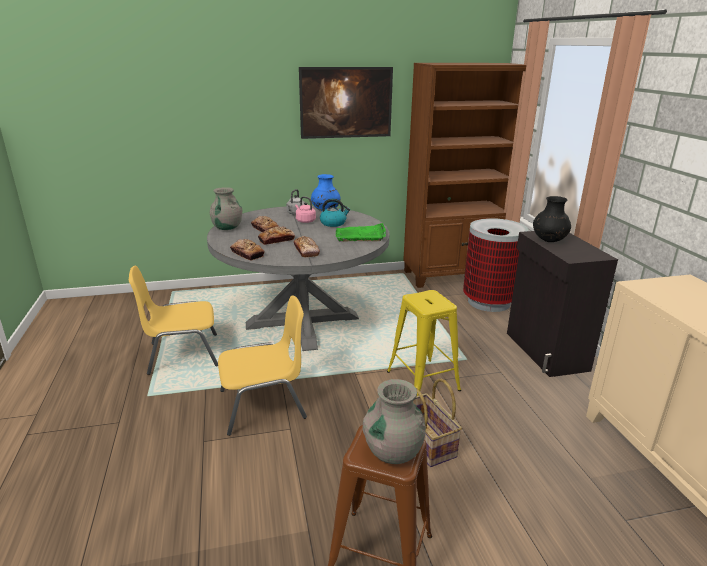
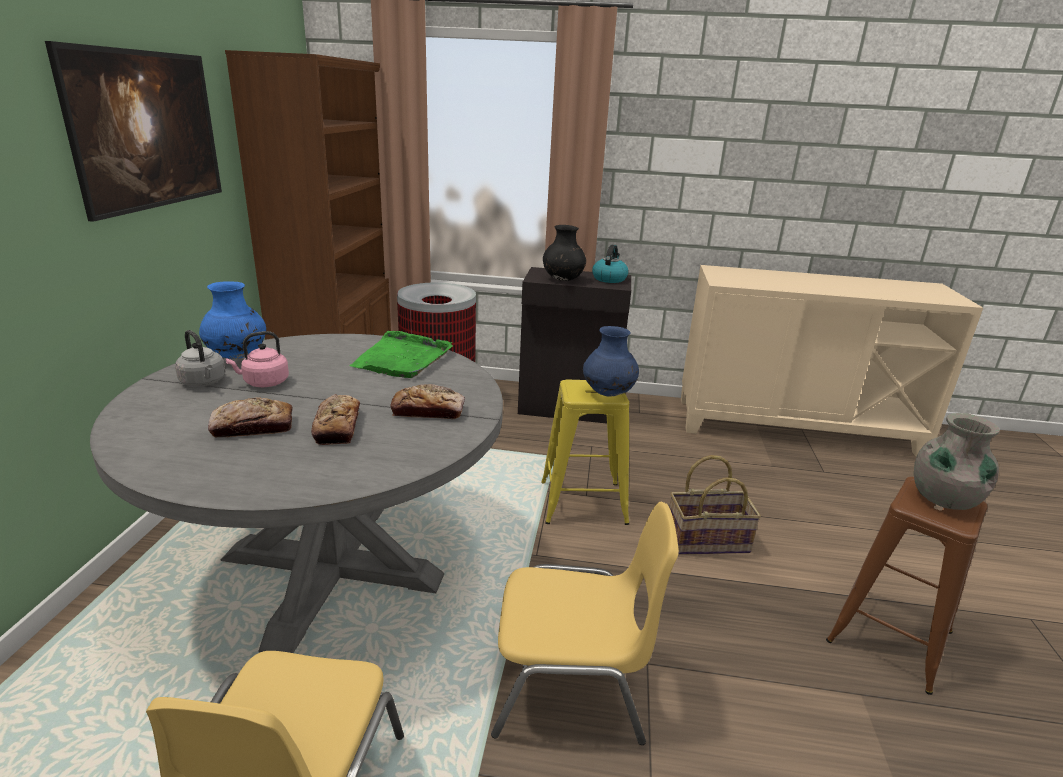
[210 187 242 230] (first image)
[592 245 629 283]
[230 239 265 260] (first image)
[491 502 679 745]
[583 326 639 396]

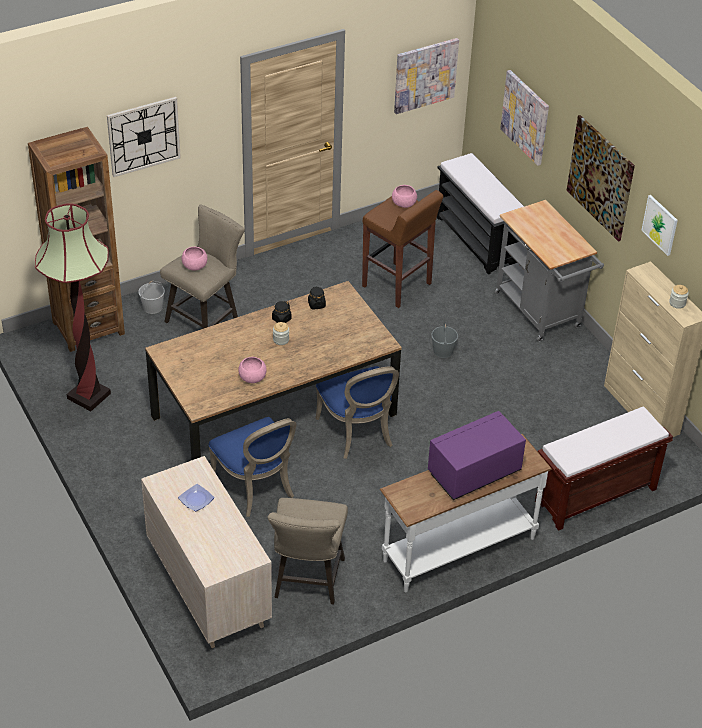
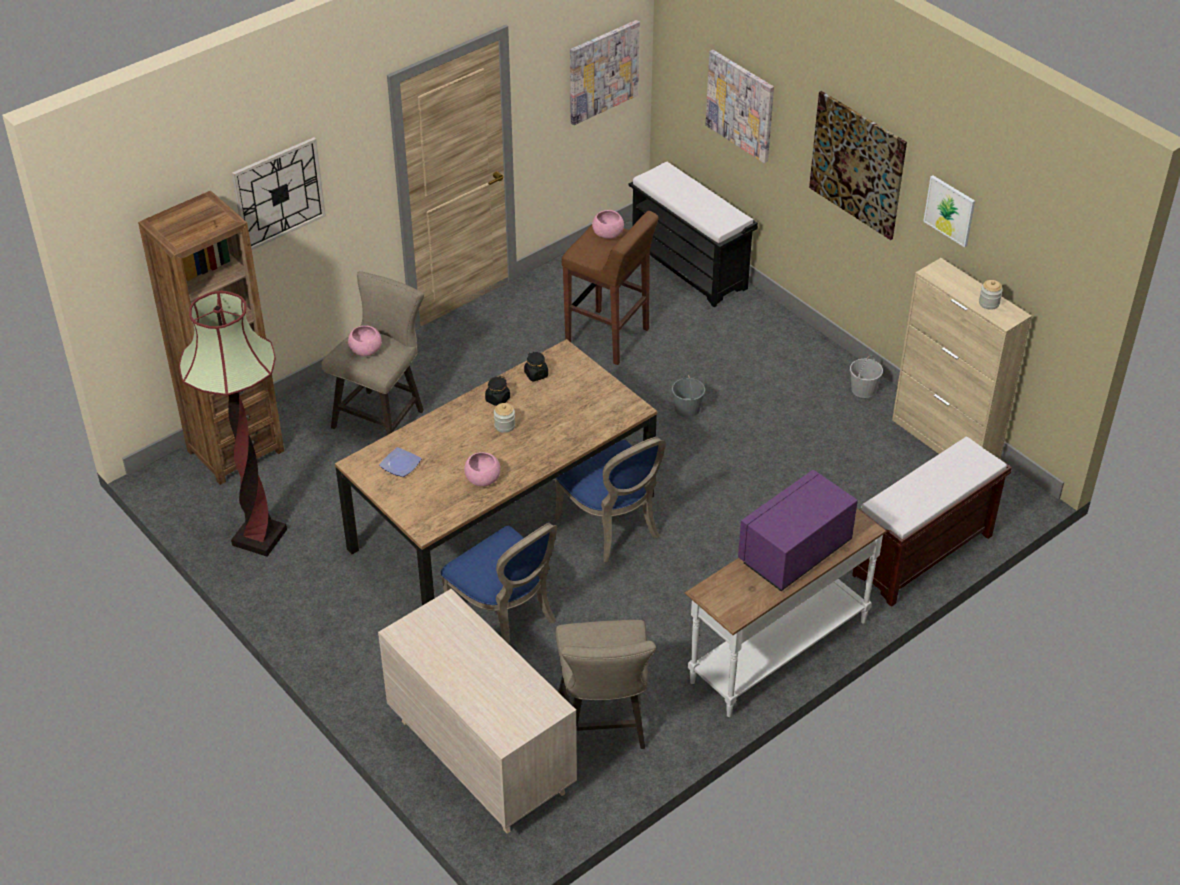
[494 200 604 342] (first image)
[850 356 883 398]
[379 447 421 477]

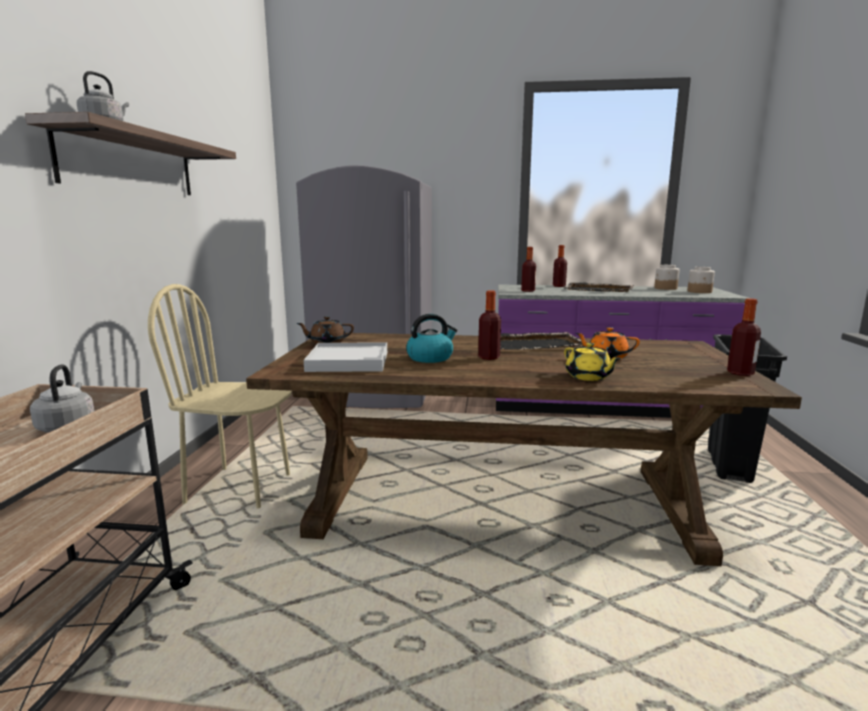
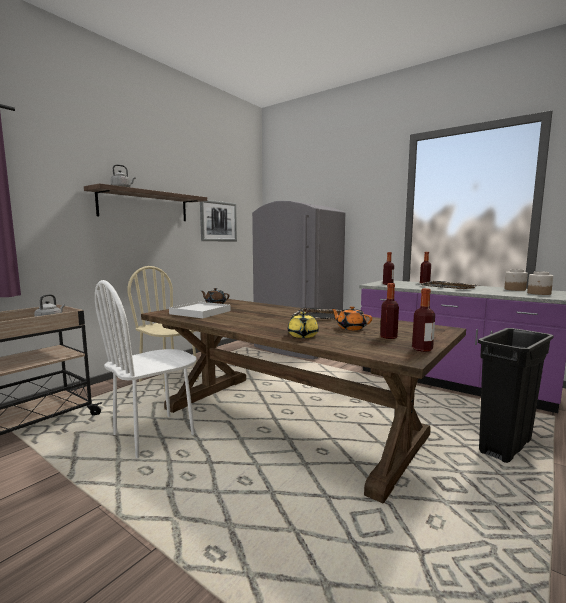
[380 283 399 339]
[406 314 458 363] (first image)
[200 200 237 241]
[95 280 196 458]

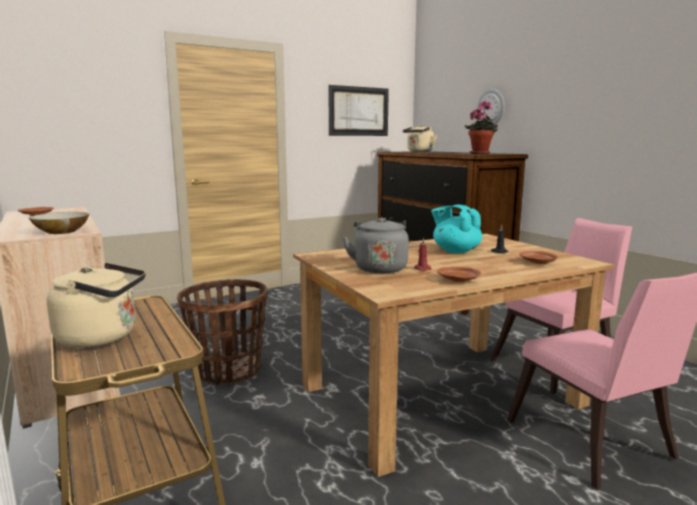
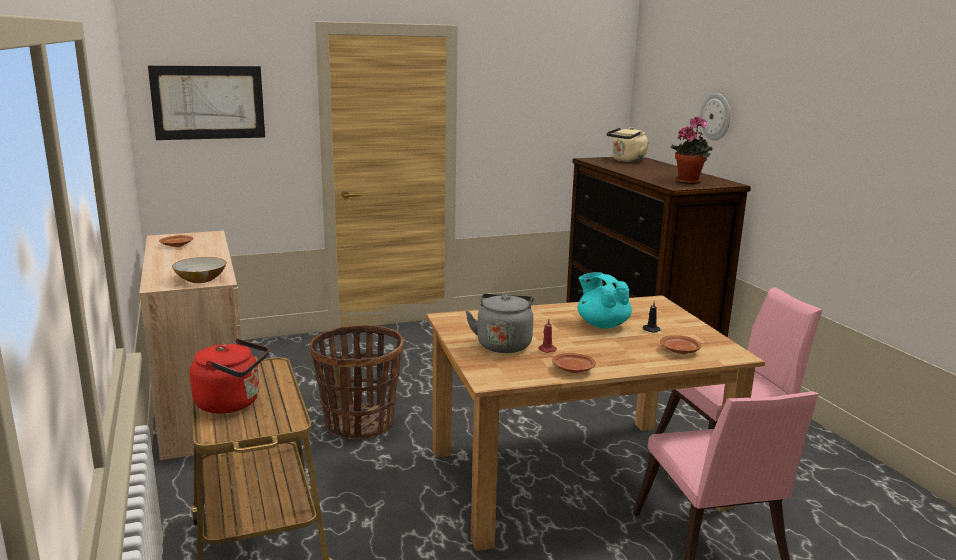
[148 66 265 140]
[190 339 269 413]

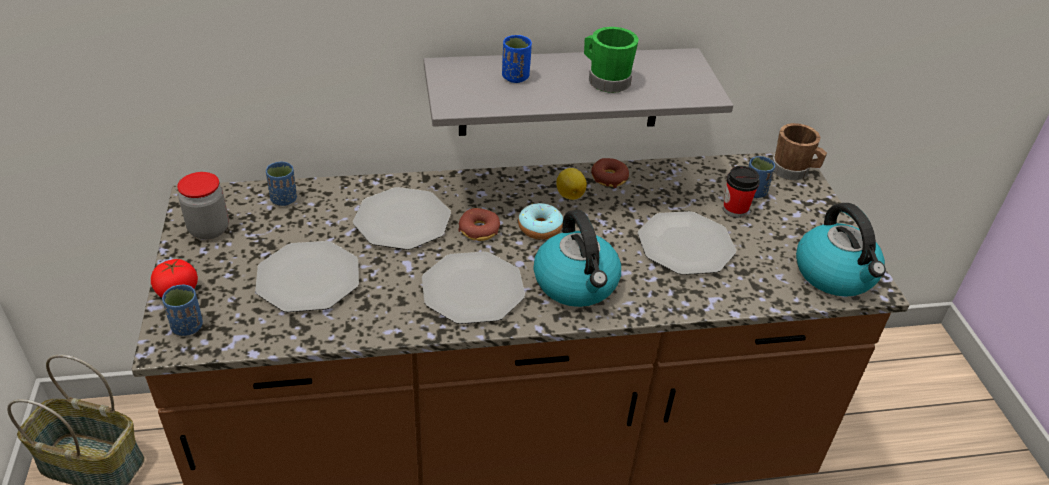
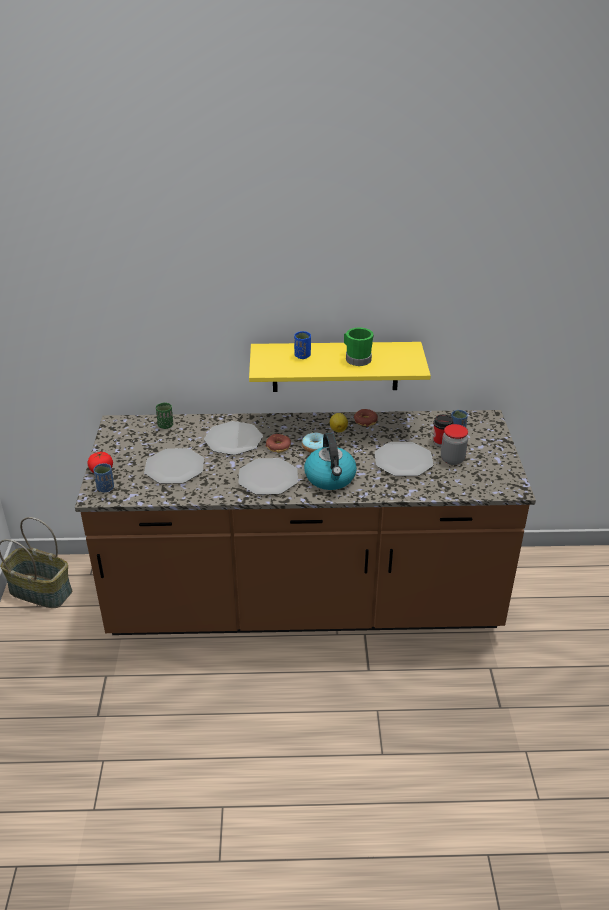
[249 342 431 392]
[772 123 827 180] (first image)
[156 403 173 429]
[441 424 468 465]
[796 203 886 297] (first image)

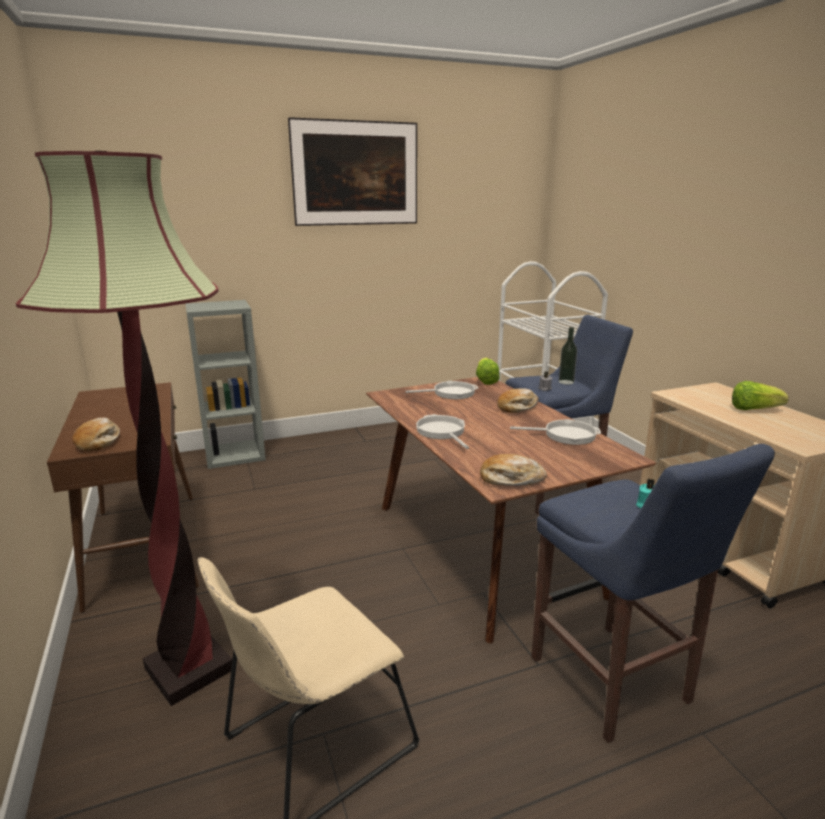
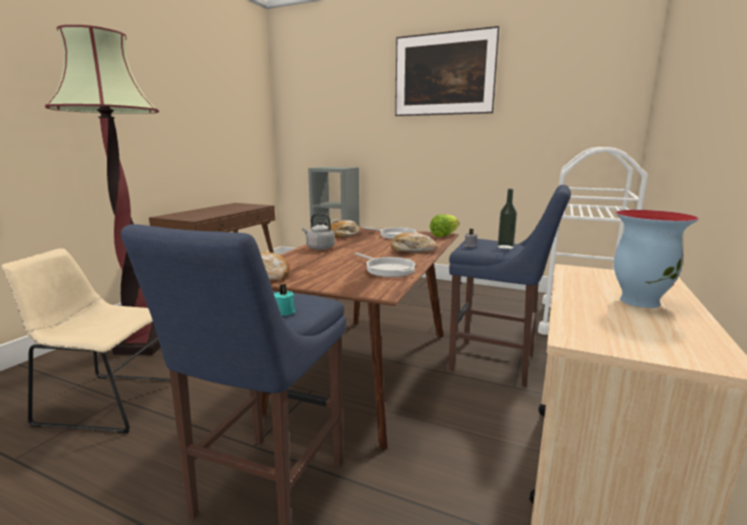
[614 210 699 308]
[302 213 335 250]
[331 220 360 238]

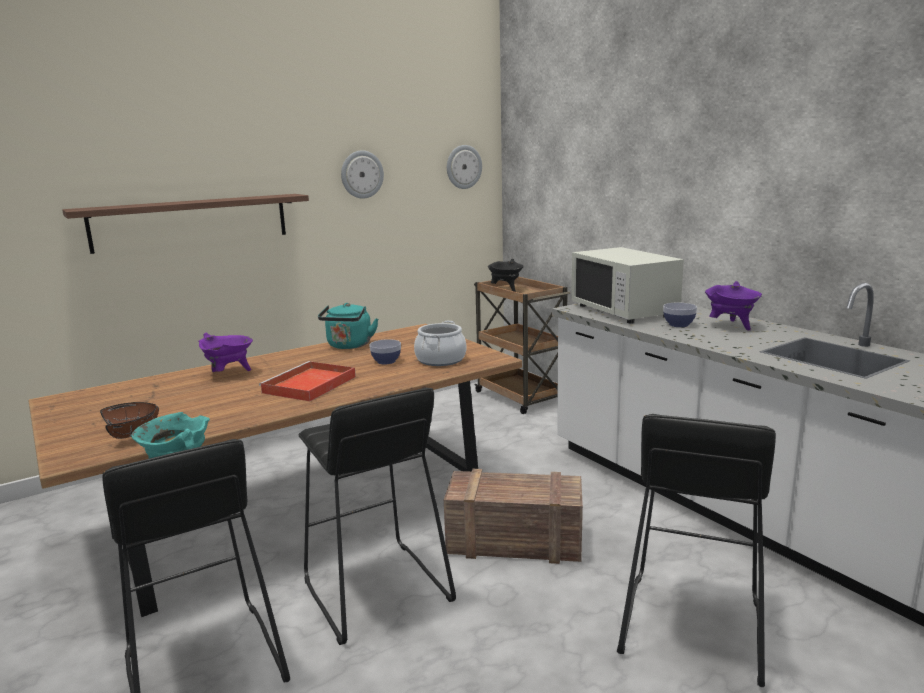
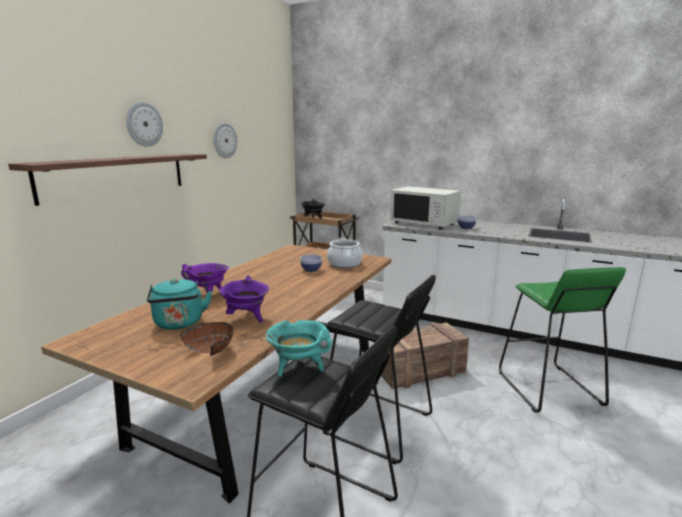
[126 102 163 147]
[219 275 269 322]
[147 279 212 330]
[259 361 356 401] (first image)
[499 267 626 412]

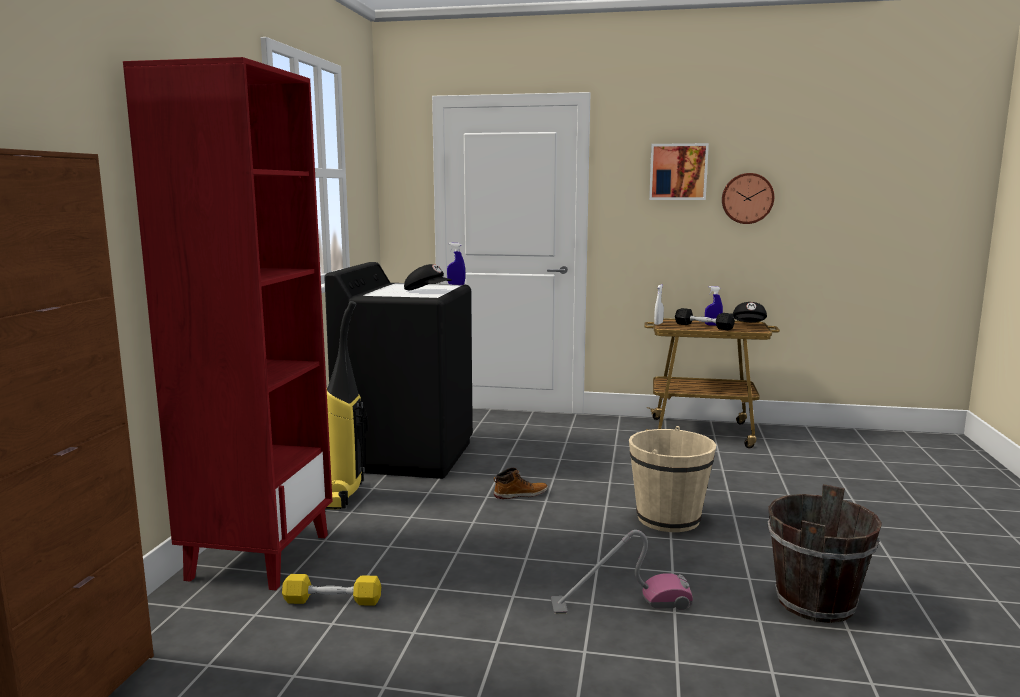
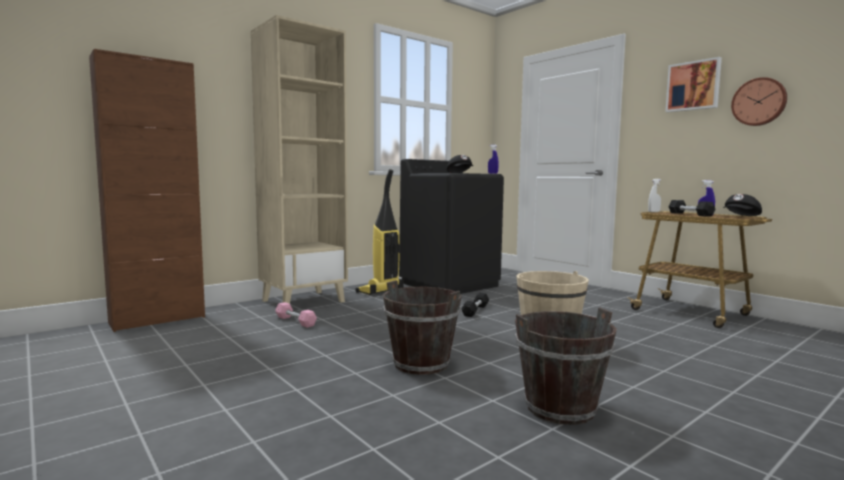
[251 15 348 304]
[461 293 489 317]
[383 280 462 375]
[275 302 317 328]

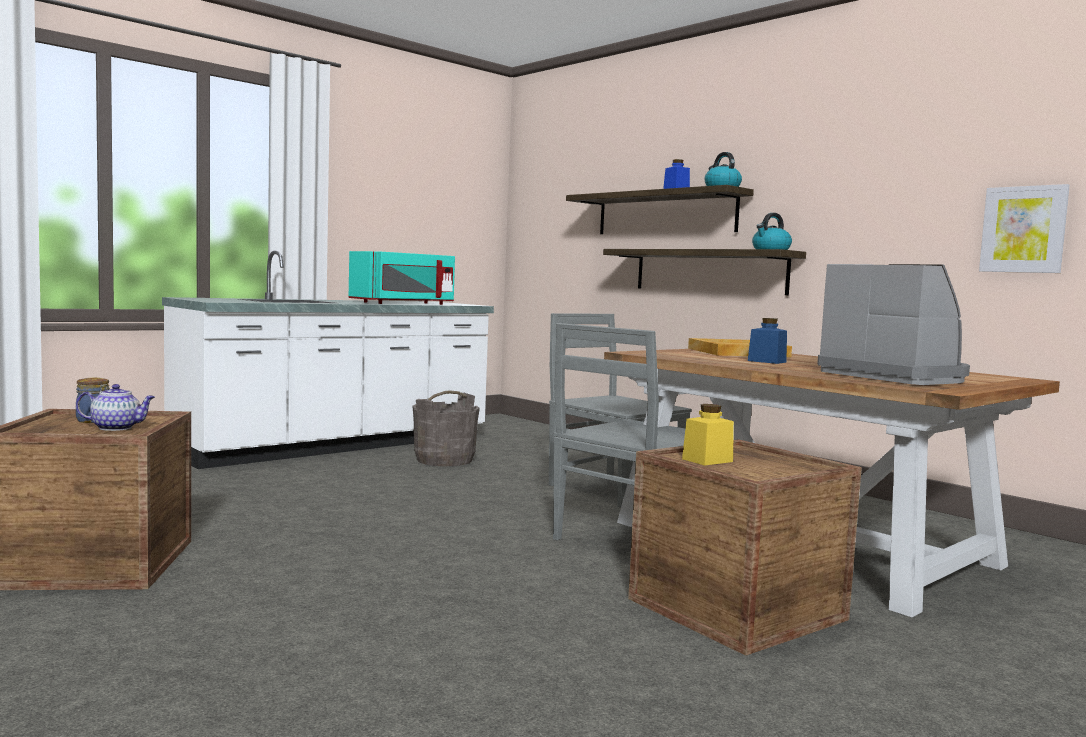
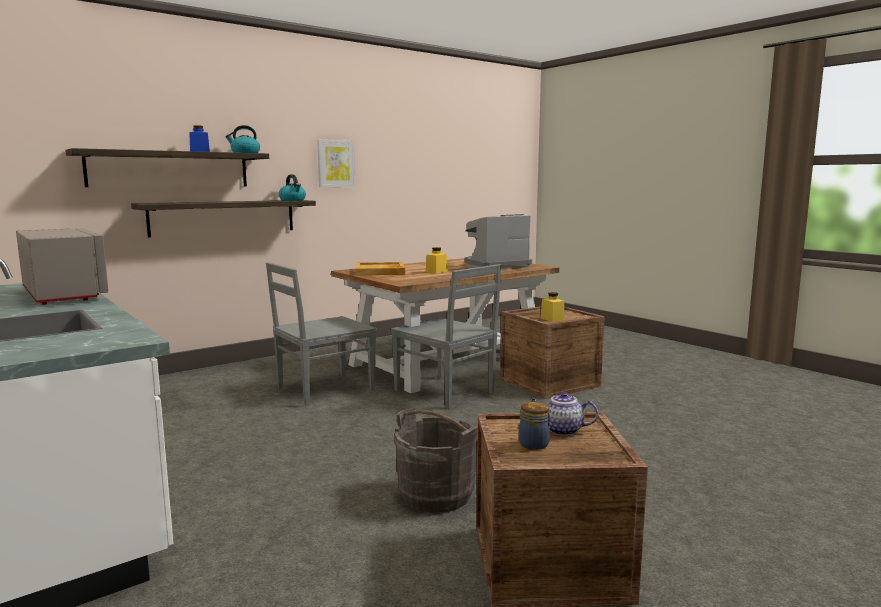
[317 140 356 187]
[16 228 109 305]
[426 247 448 274]
[530 392 598 436]
[394 408 478 513]

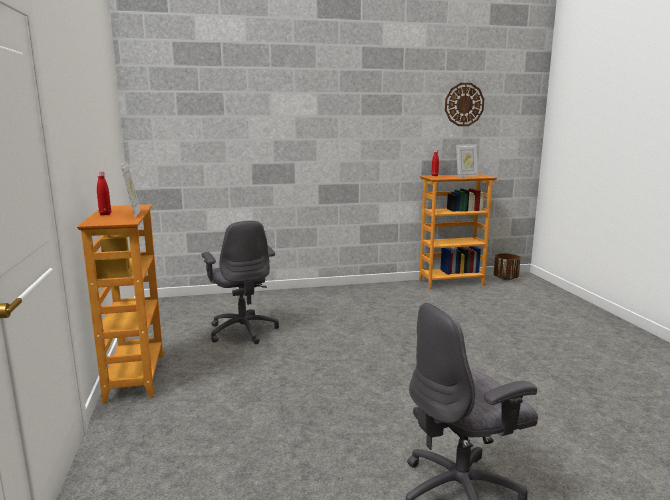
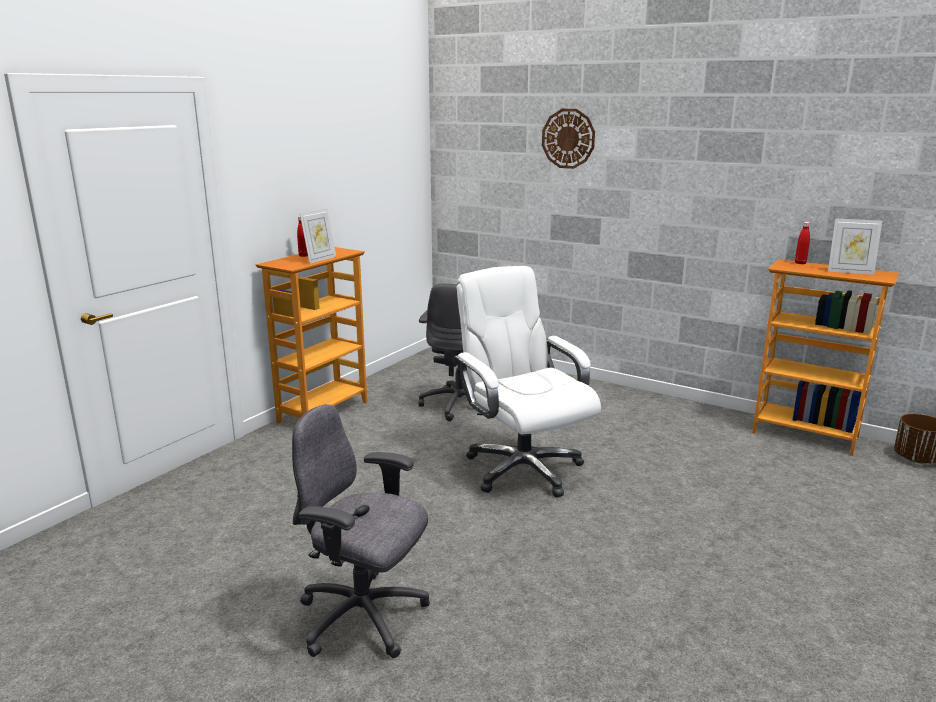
[542 109 595 169]
[455 266 601 497]

